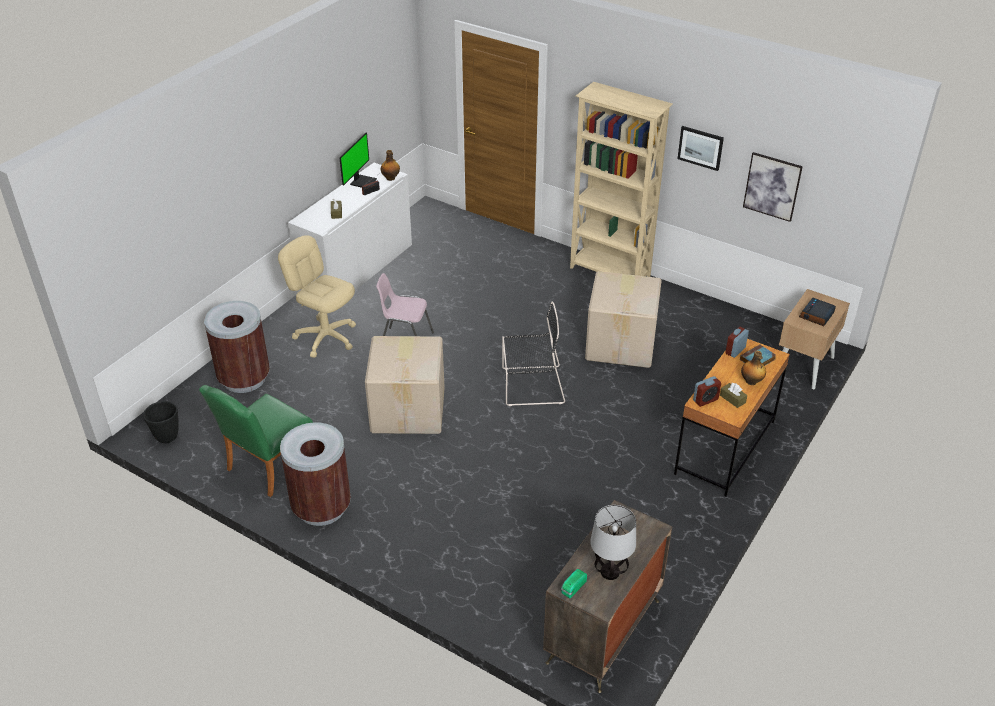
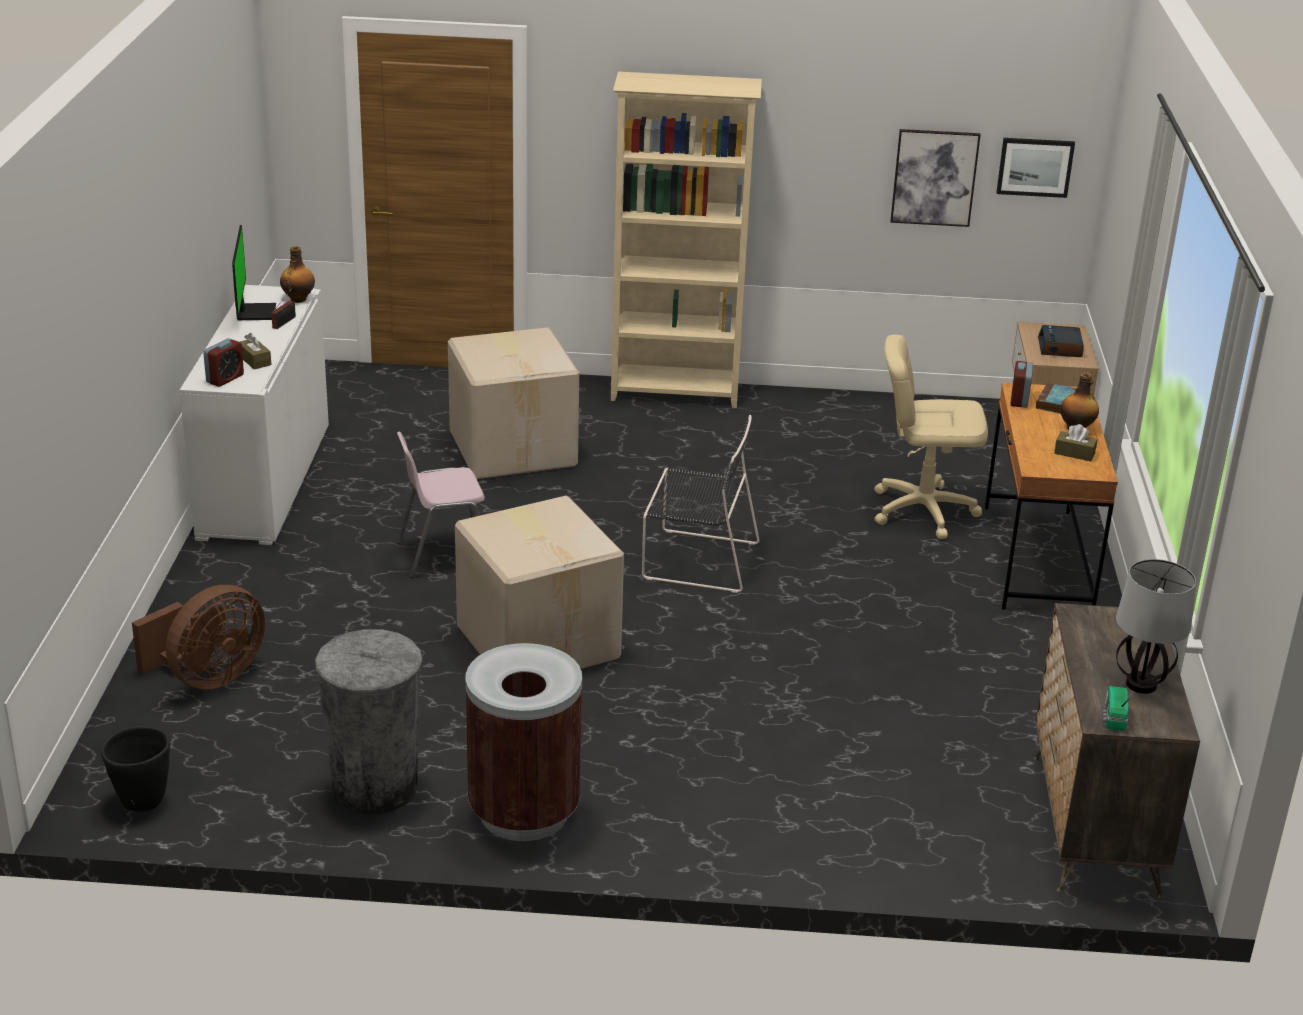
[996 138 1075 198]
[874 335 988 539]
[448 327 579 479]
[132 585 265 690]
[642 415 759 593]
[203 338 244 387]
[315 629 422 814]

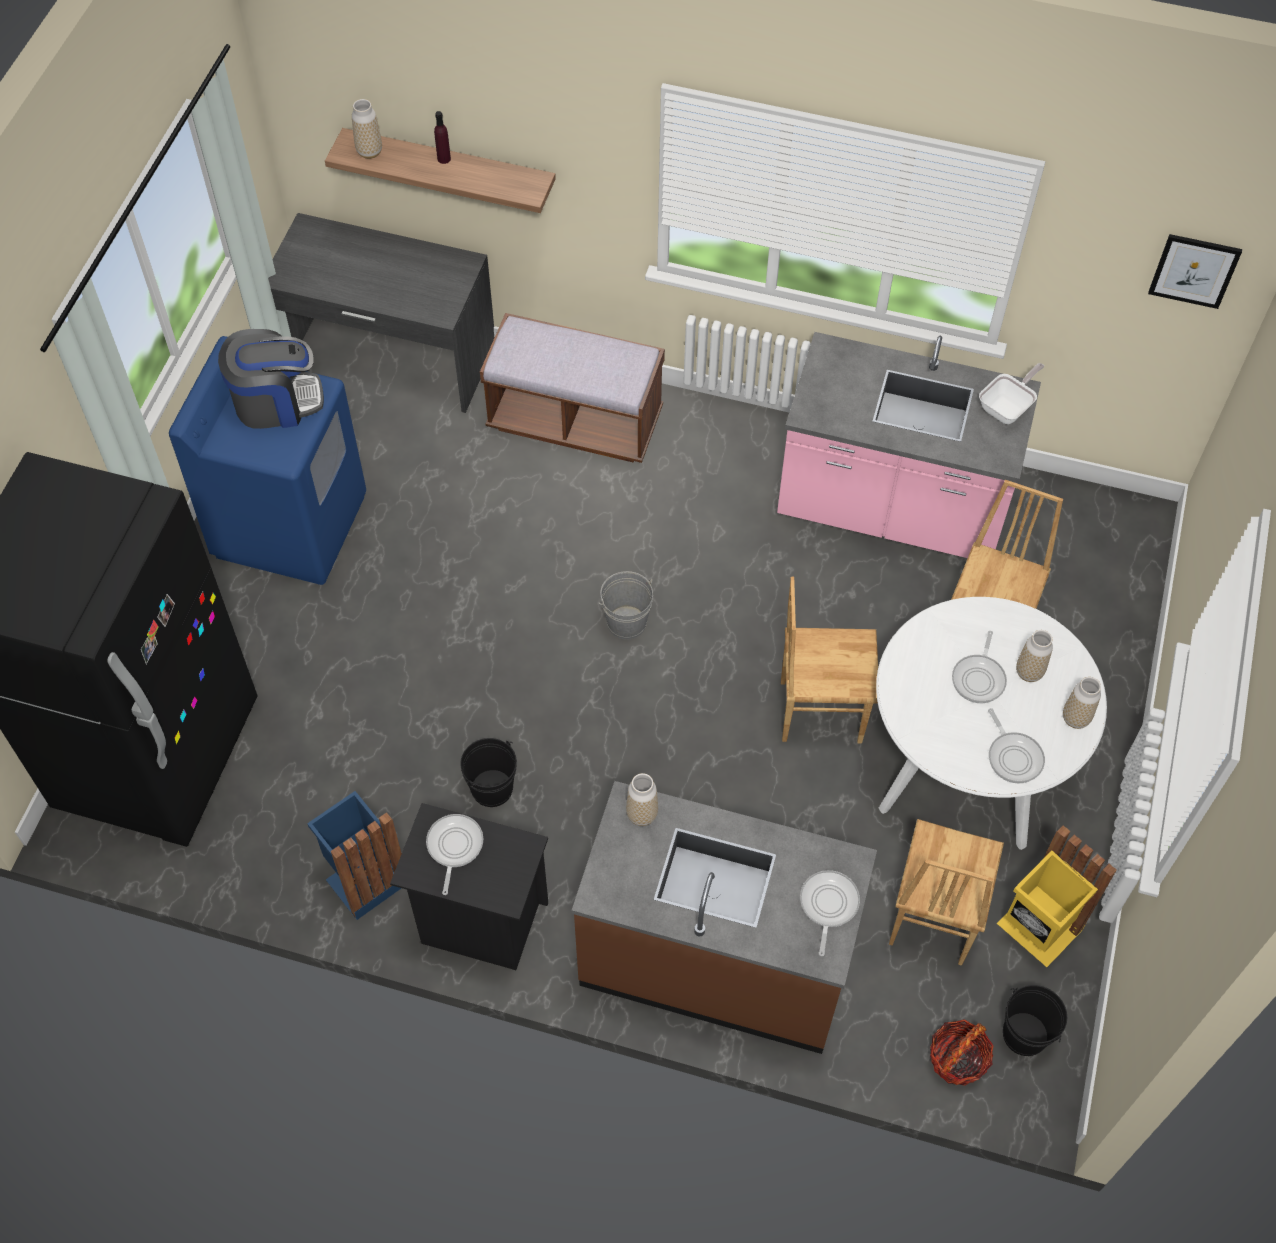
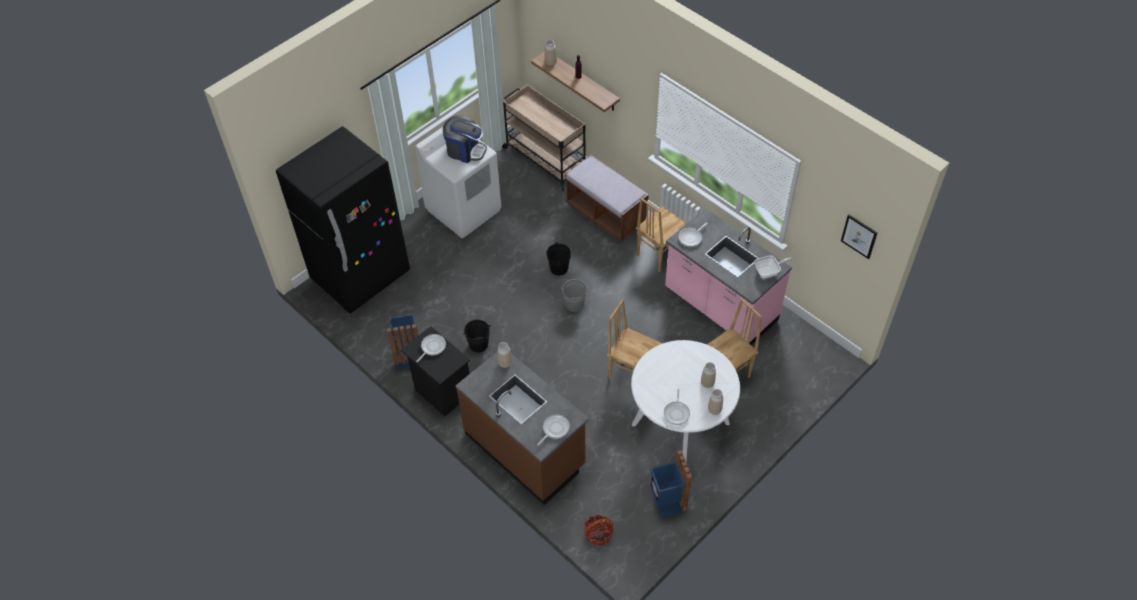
[502 85 585 191]
[415 127 501 238]
[678 223 708 247]
[636 198 687 272]
[650 450 692 518]
[547 242 571 275]

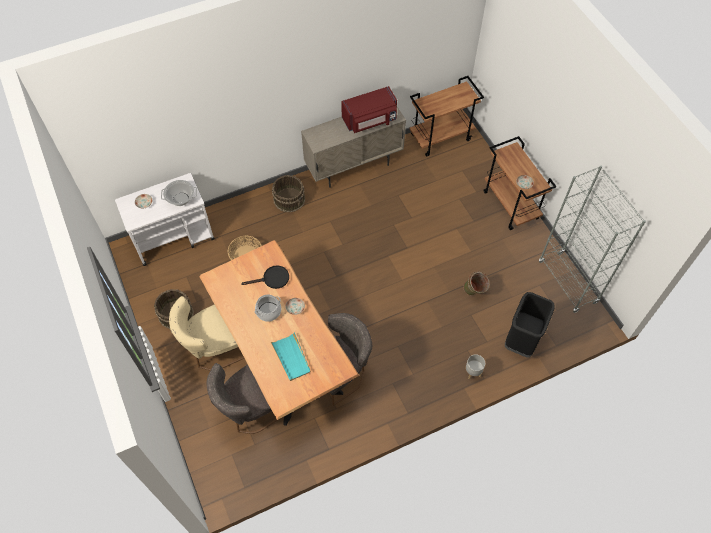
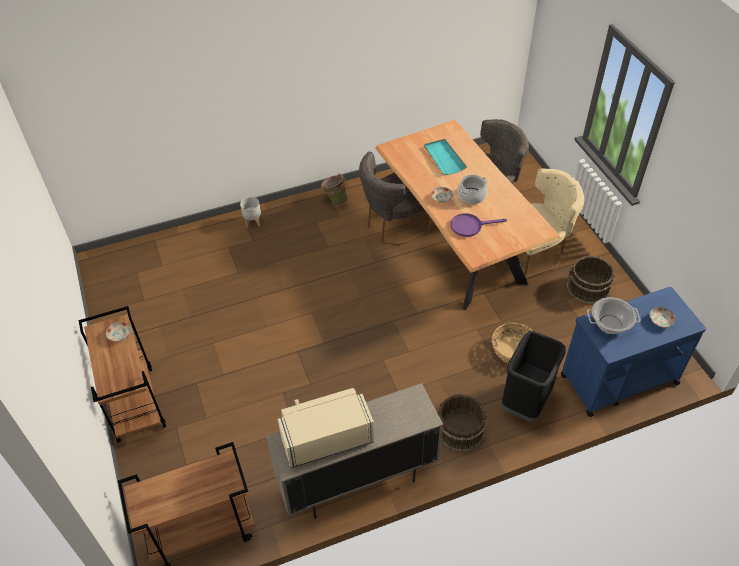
[278 388 374 468]
[539 166 646 313] (first image)
[561 287 706 417]
[451 213 507 237]
[321 174 348 206]
[501 331 566 422]

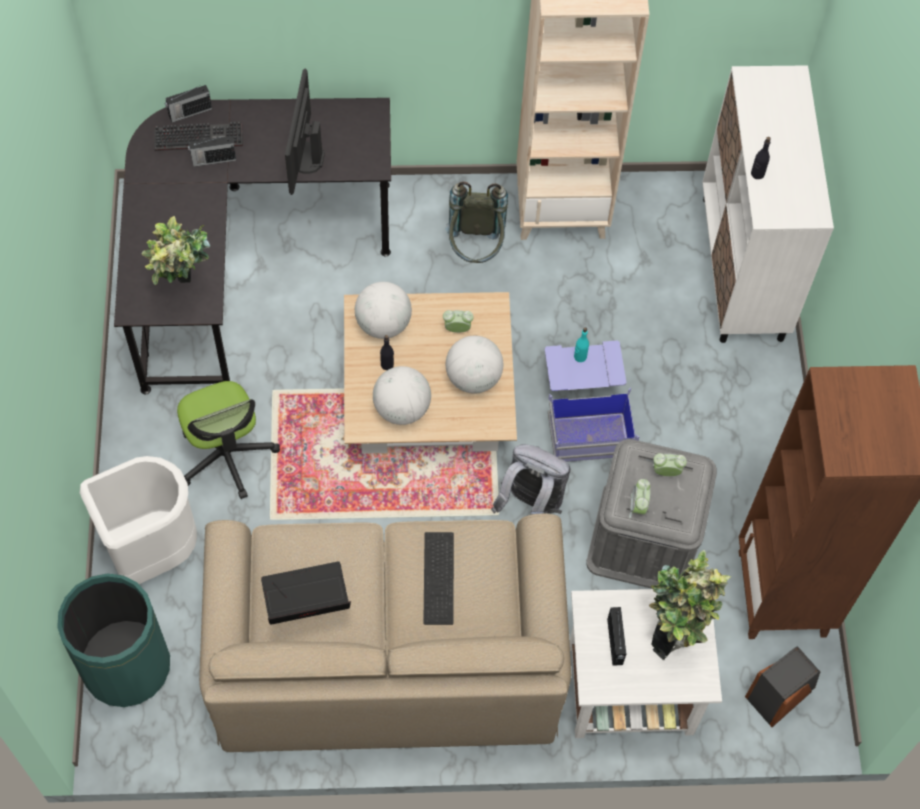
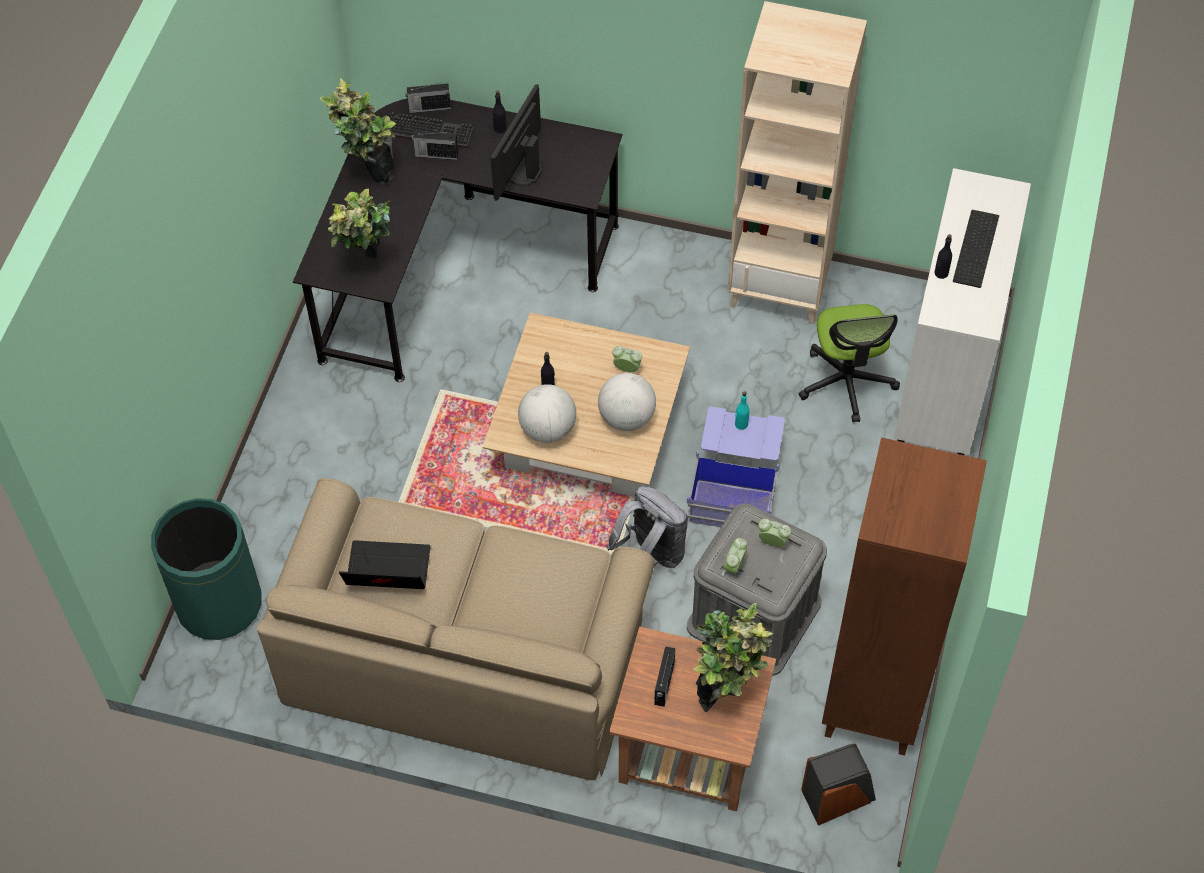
[446 182 508 263] (first image)
[355 282 412 339] (first image)
[799 304 900 423]
[80 456 197 584] (first image)
[953 210 999 288]
[609 627 776 811]
[320 78 396 185]
[492 90 507 133]

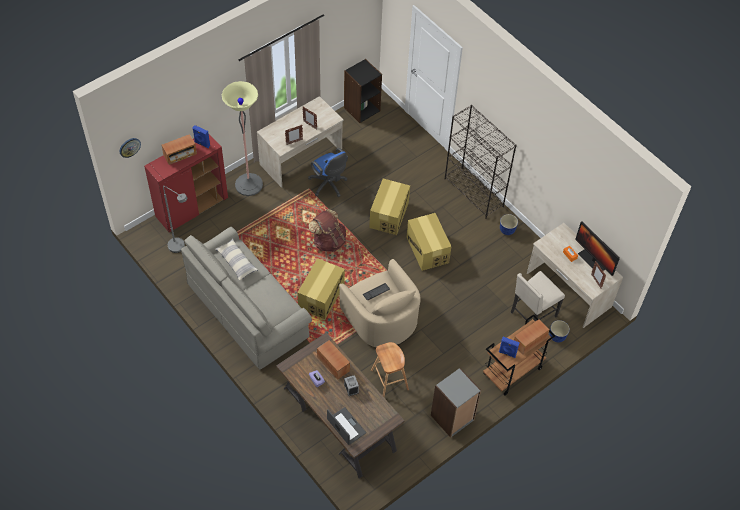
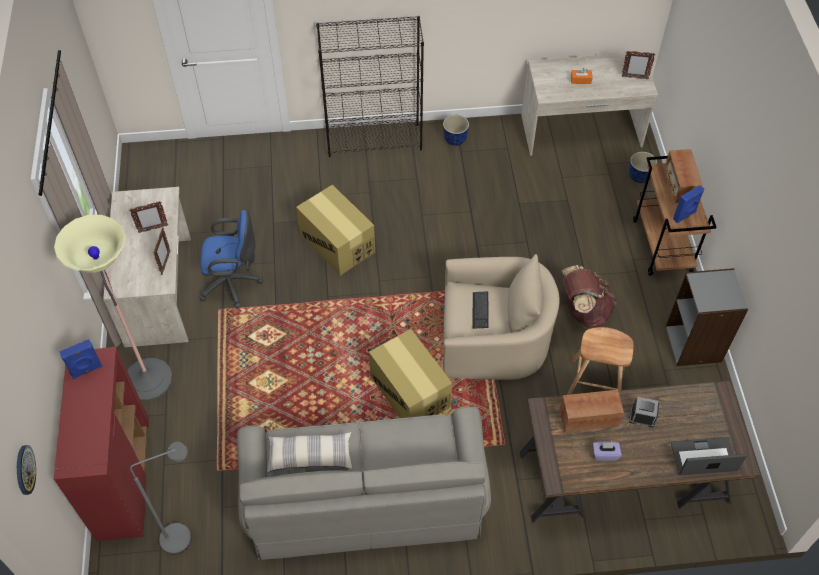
[344 59 382 123] (first image)
[162 134 197 165] (first image)
[562 265 616 327]
[407 213 452 271] (first image)
[575 222 620 276] (first image)
[511 271 565 322] (first image)

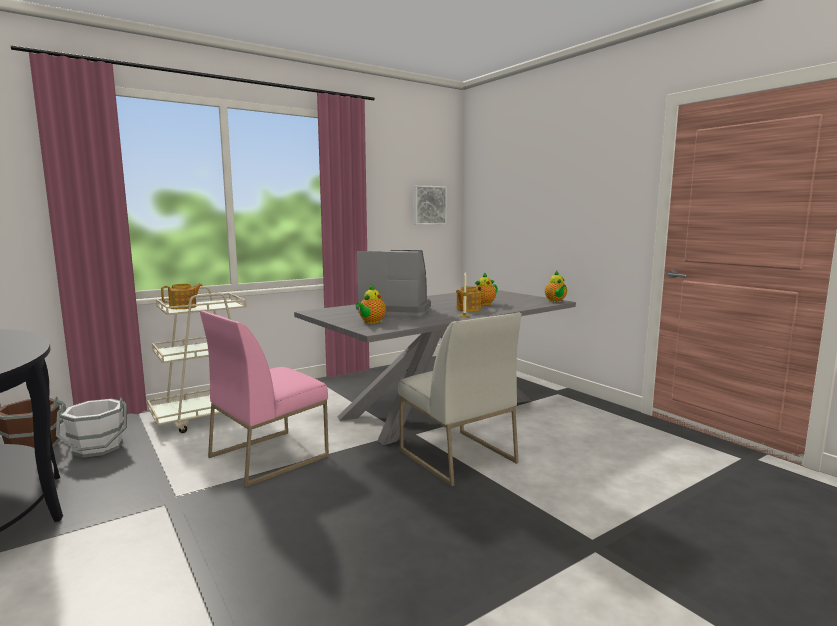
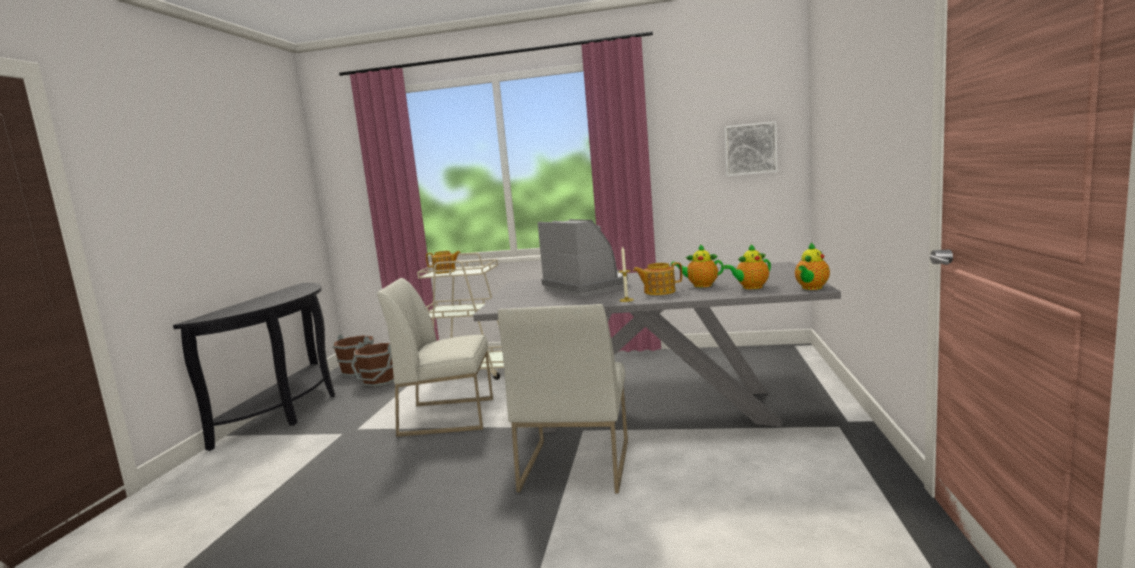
[723 244 771 289]
[377 278 493 437]
[351 342 394 387]

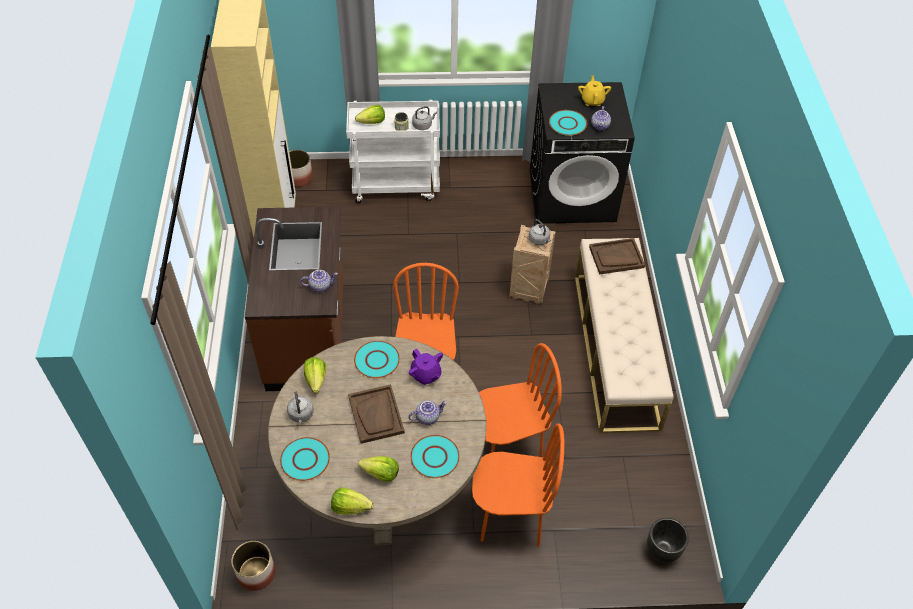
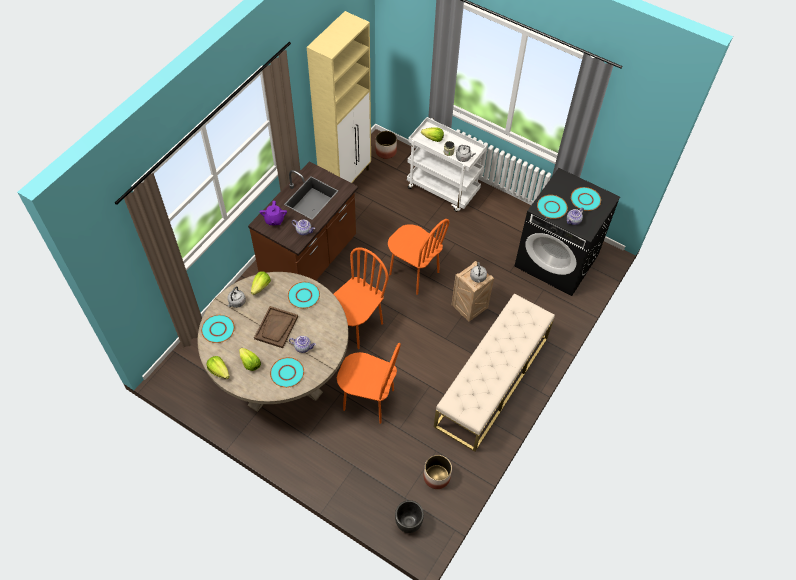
[571 187 601 211]
[589 238 645 275] (first image)
[260 201 287 225]
[388 219 449 295]
[423 455 452 489]

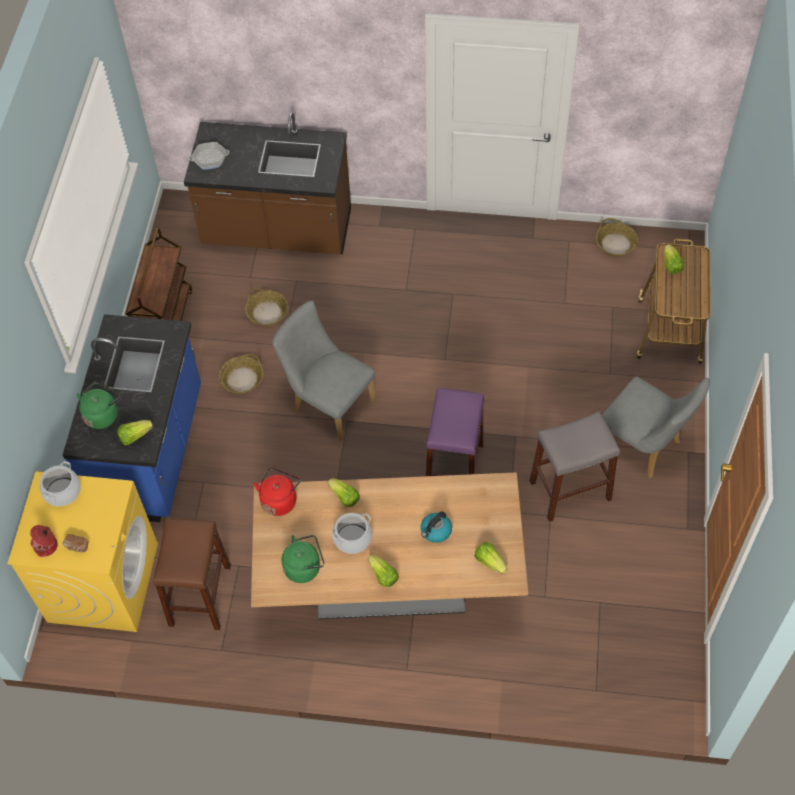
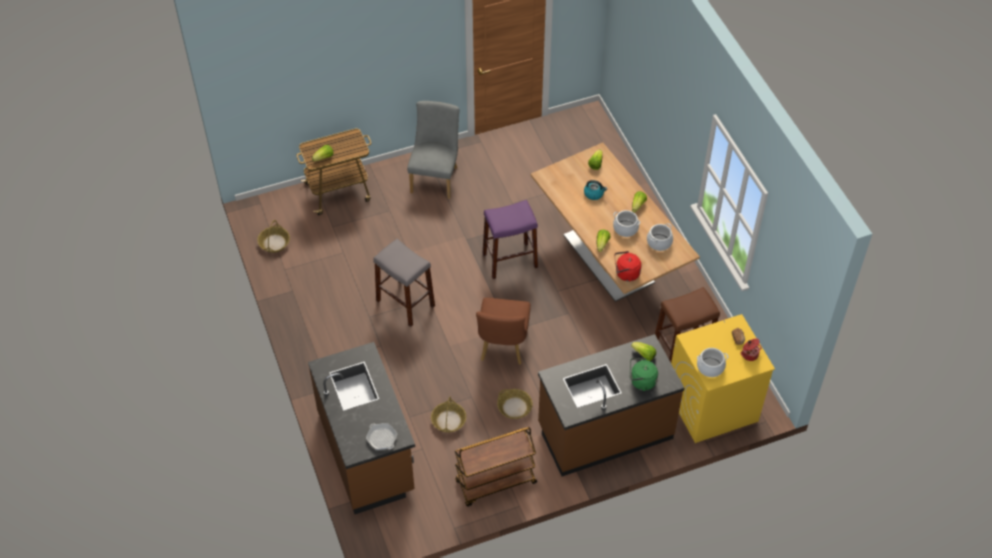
[476 298 531 365]
[538 334 684 476]
[373 239 435 327]
[647 223 673 251]

